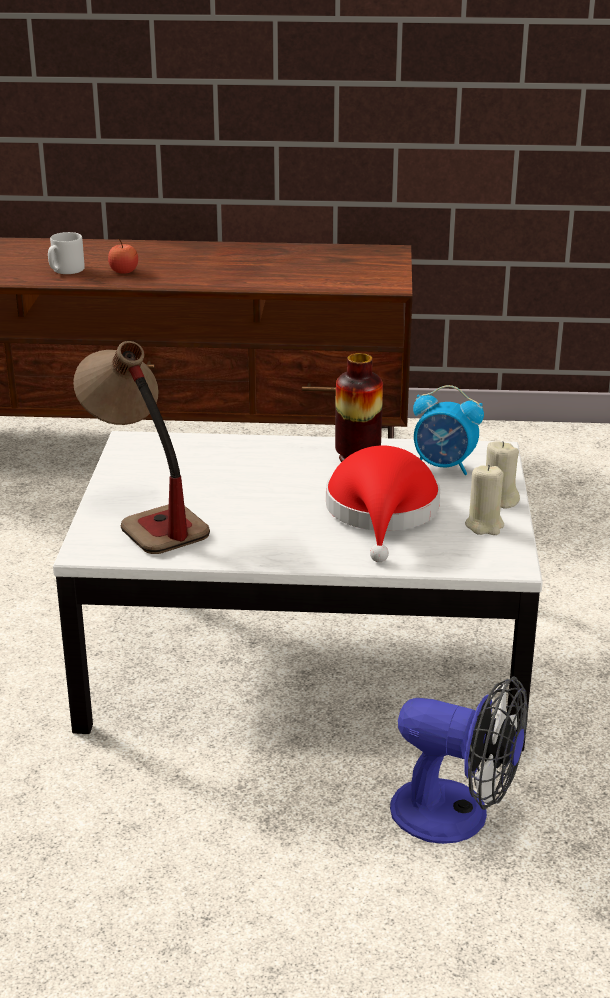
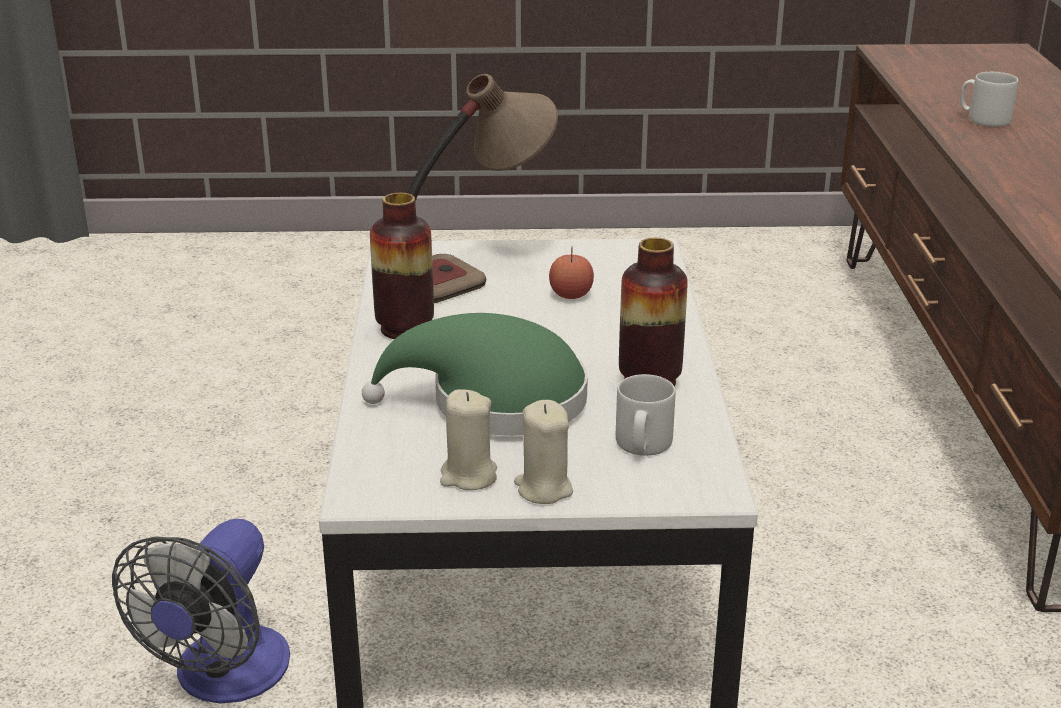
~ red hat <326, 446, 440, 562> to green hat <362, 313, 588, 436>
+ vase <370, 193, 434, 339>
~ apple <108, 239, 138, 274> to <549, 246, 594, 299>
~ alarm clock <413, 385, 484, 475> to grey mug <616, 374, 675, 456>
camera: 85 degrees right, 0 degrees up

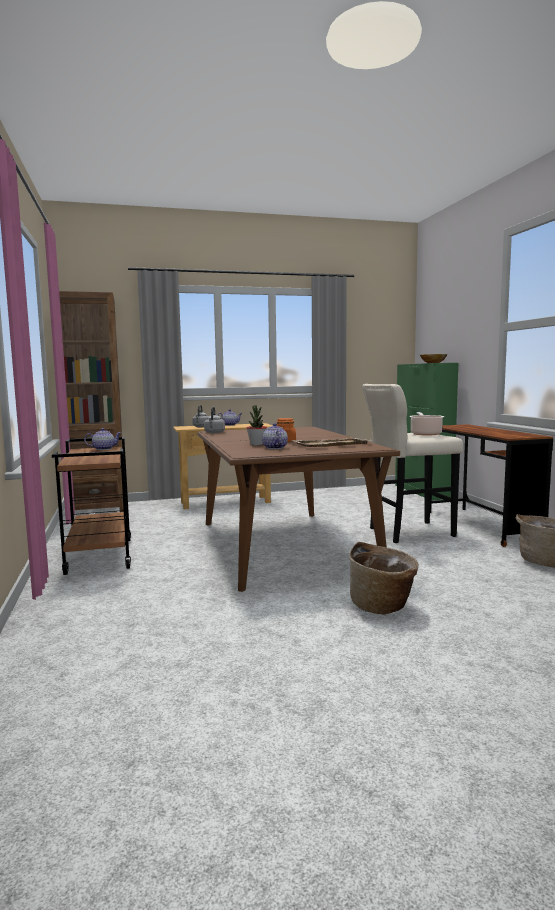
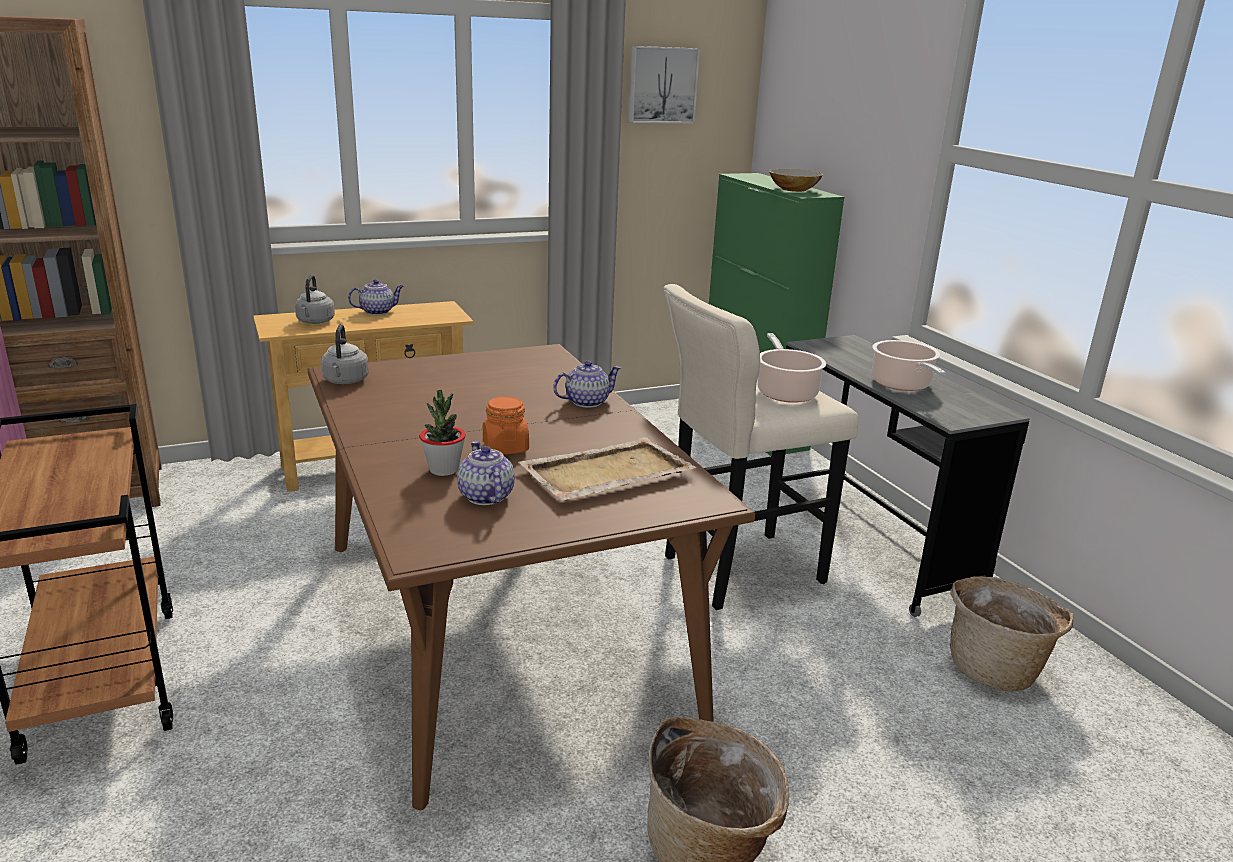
~ teapot <84, 428, 121, 450> to <553, 361, 622, 408>
+ picture <628, 46, 700, 123>
~ brown desk <430, 424, 553, 547> to grey desk <782, 335, 1030, 617>
+ cooking pot <871, 340, 946, 391>
camera: 10 degrees left, 15 degrees up

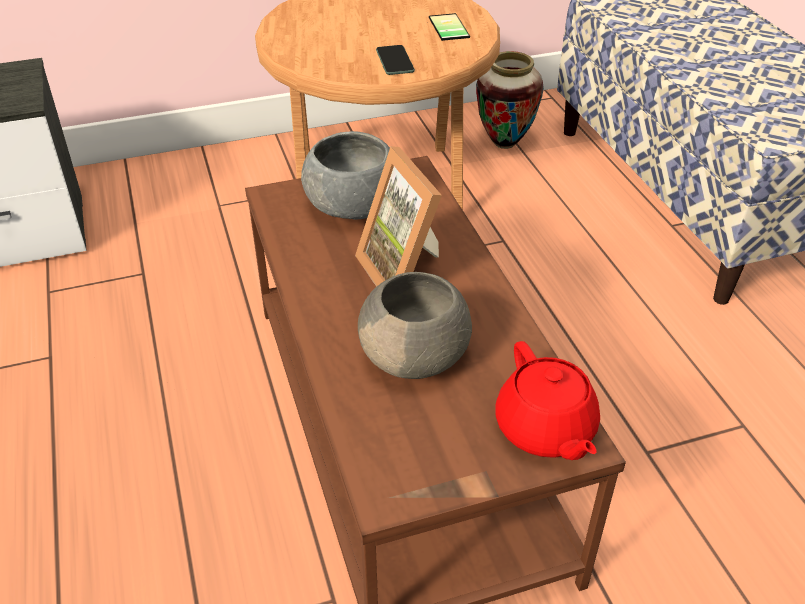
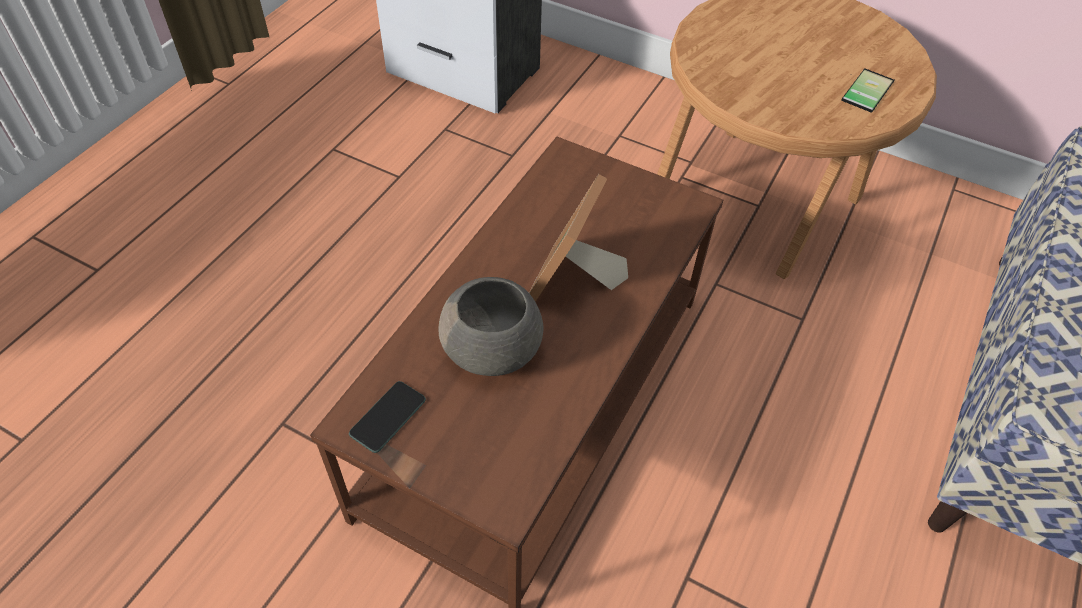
~ phone <376, 45, 415, 75> to <349, 381, 426, 453>
- grey bowl <301, 131, 390, 220>
- vase <476, 51, 544, 149>
- red teapot <496, 341, 600, 460>
camera: 45 degrees right, 10 degrees up

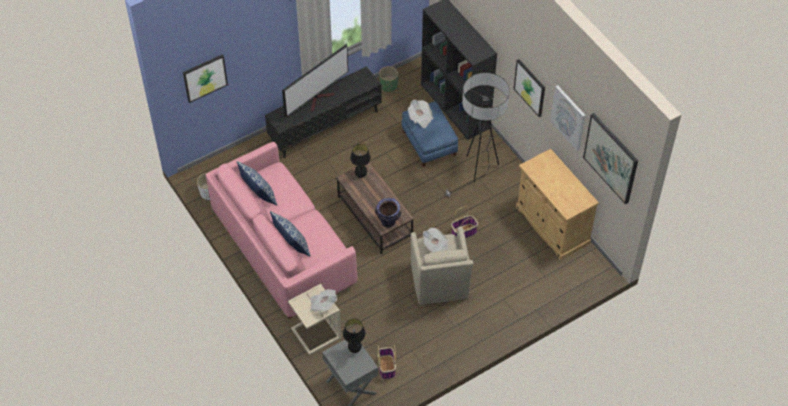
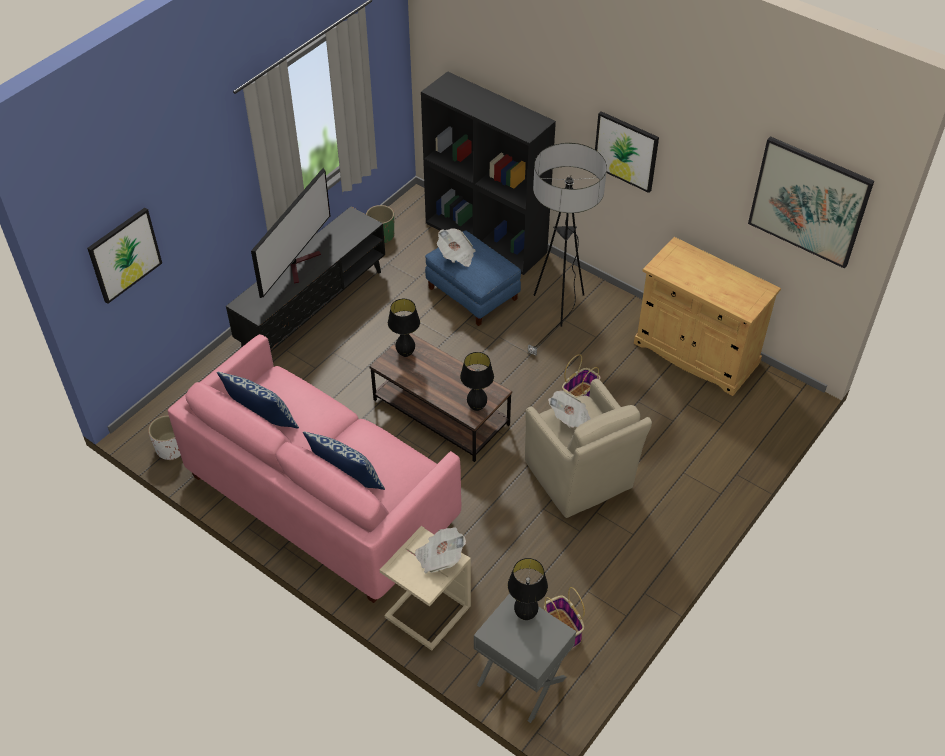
~ vase <375, 198, 402, 228> to black table lamp <460, 352, 494, 411>
- picture <550, 85, 585, 151>
camera: 20 degrees left, 5 degrees down

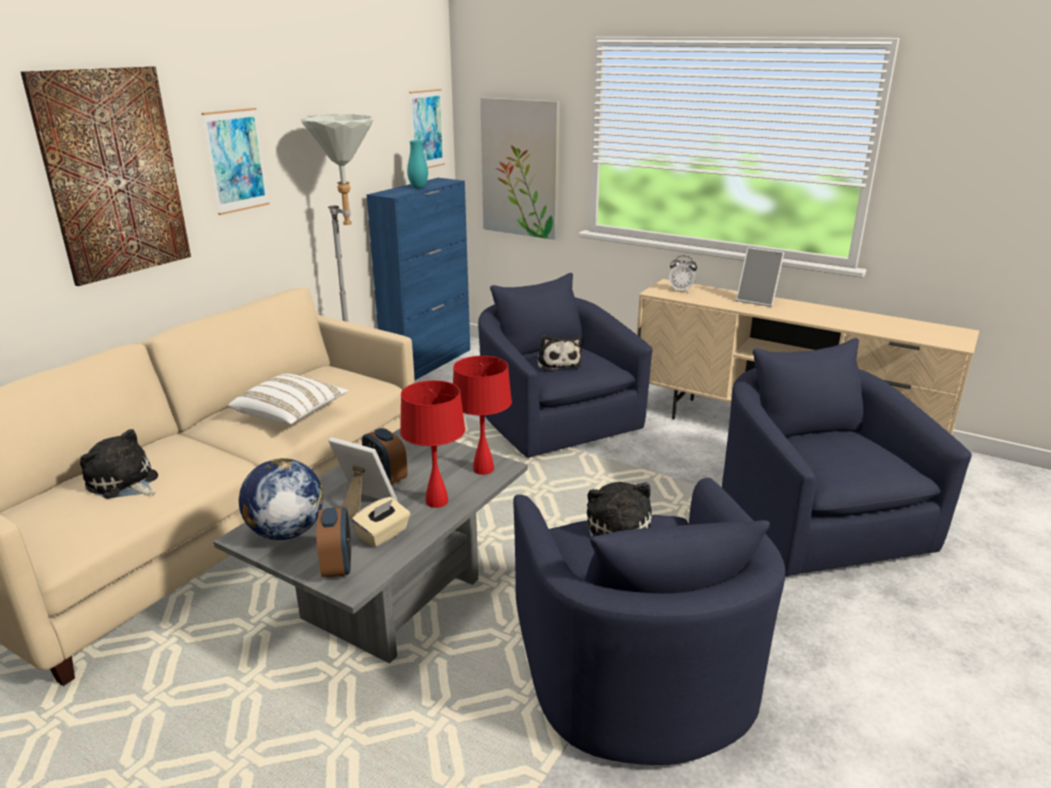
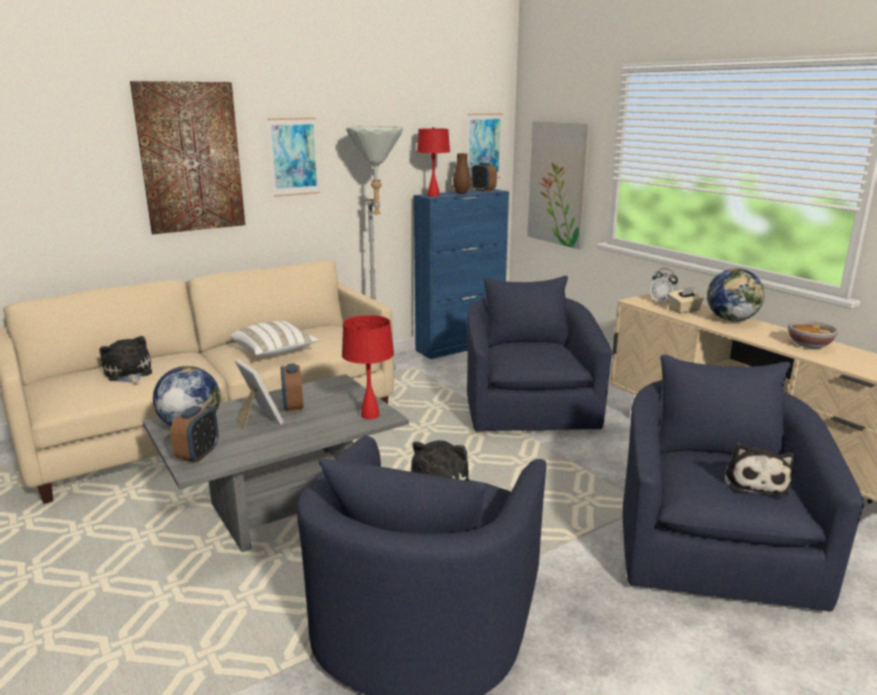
~ red table lamp <400, 380, 465, 508> to <417, 127, 450, 197>
~ turquoise vase <407, 140, 428, 188> to brown vase <453, 153, 471, 194>
+ alarm clock <471, 162, 497, 192>
~ beige tissue box <352, 497, 410, 548> to <667, 287, 704, 313>
~ picture frame <736, 247, 784, 307> to globe <707, 268, 765, 322>
~ plush toy <537, 335, 582, 371> to <724, 443, 795, 497>
+ bowl <788, 320, 838, 348>
camera: 25 degrees right, 5 degrees down

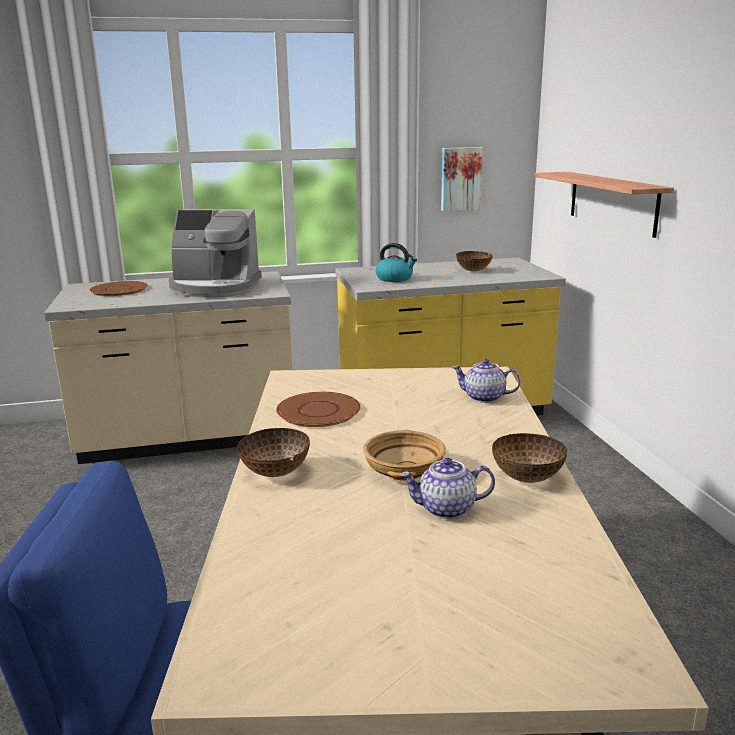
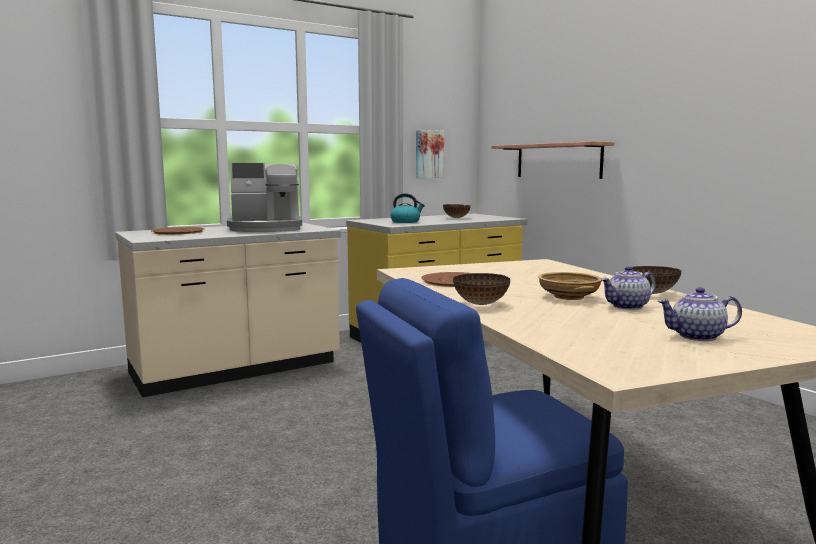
~ teapot <452, 359, 520, 403> to <658, 287, 742, 341>
camera: 20 degrees left, 10 degrees down

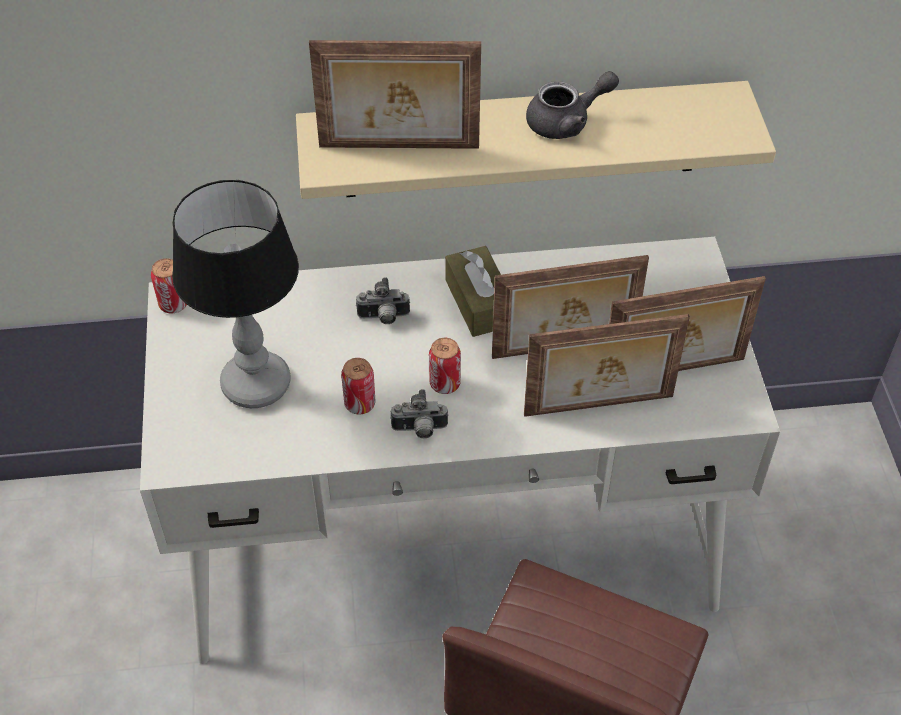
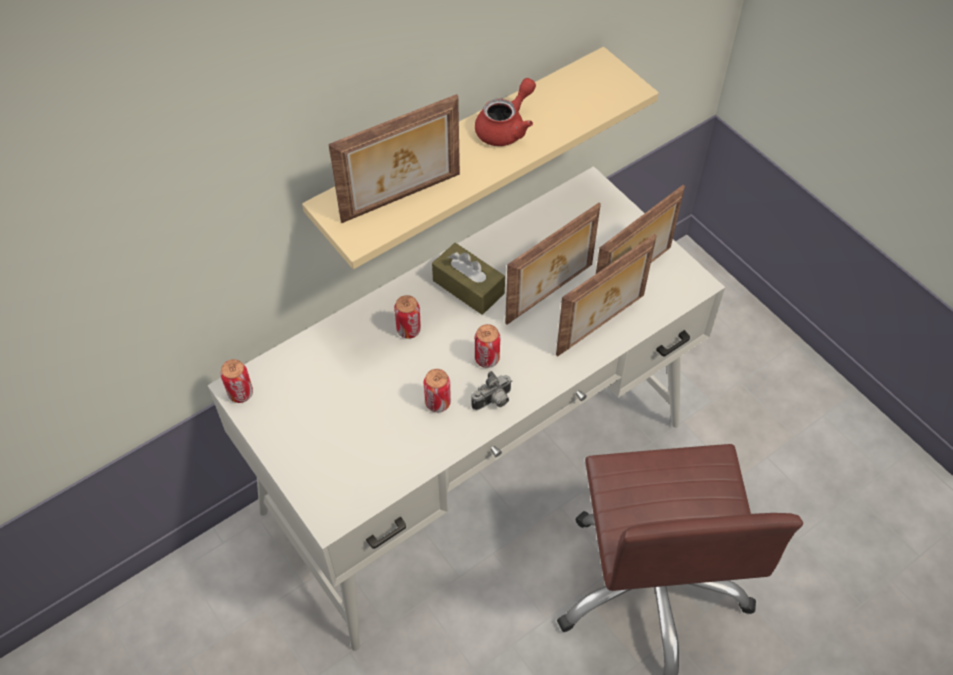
~ photo camera <356, 277, 410, 324> to can <394, 295, 421, 339>
~ grey teapot <526, 71, 619, 139> to red teapot <475, 78, 536, 146>
- table lamp <172, 180, 299, 408>
camera: 30 degrees left, 5 degrees up

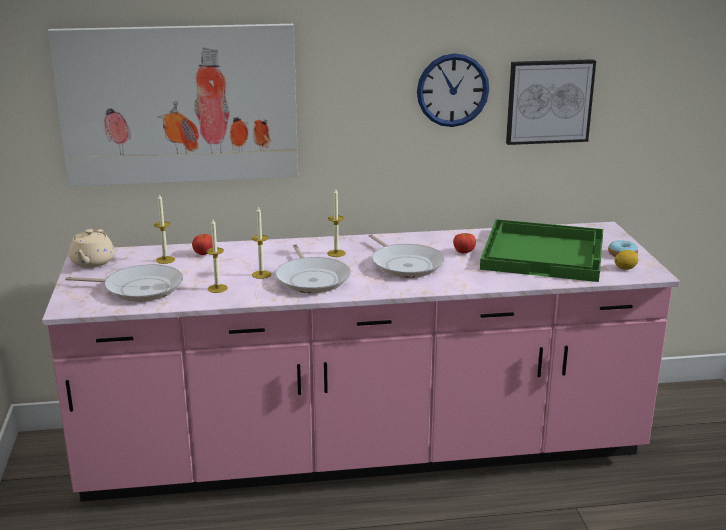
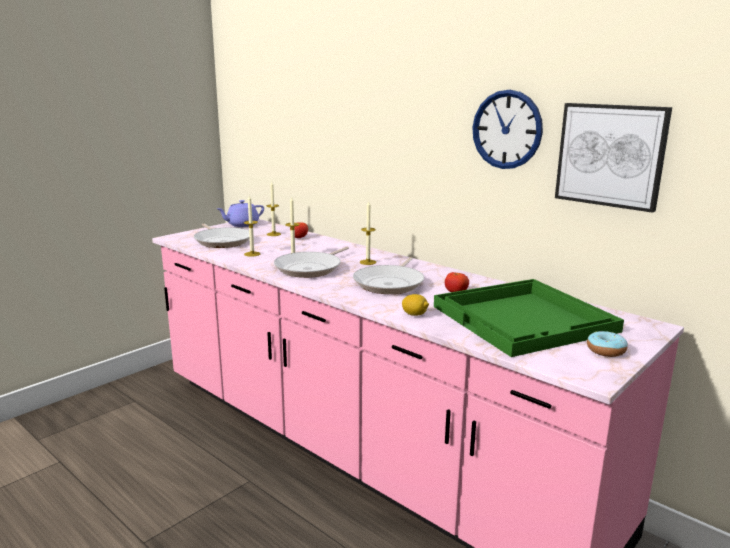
~ beige teapot <69, 229, 115, 268> to purple teapot <217, 200, 264, 227>
~ lemon <614, 250, 638, 270> to <402, 294, 429, 316>
- picture <47, 24, 298, 187>
camera: 50 degrees right, 5 degrees down

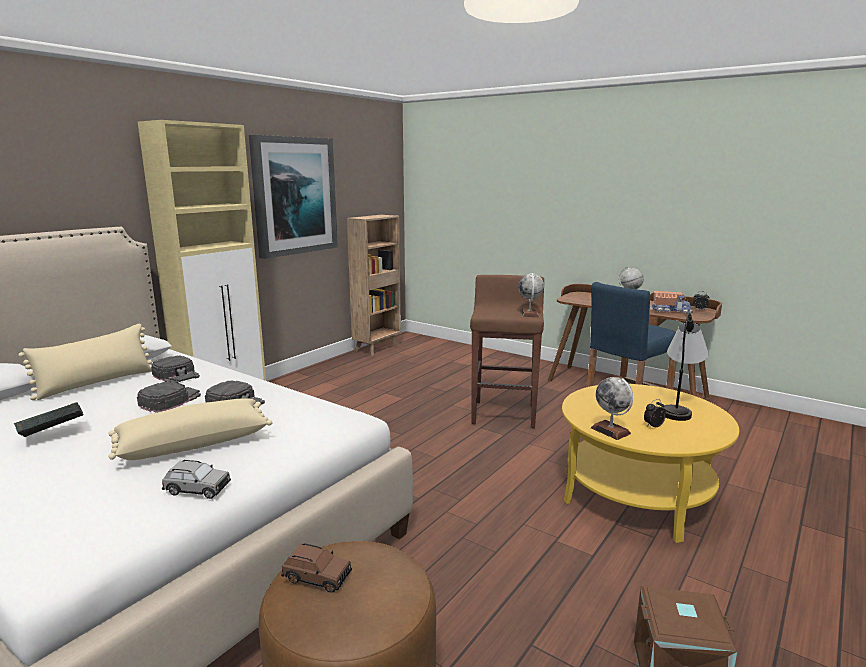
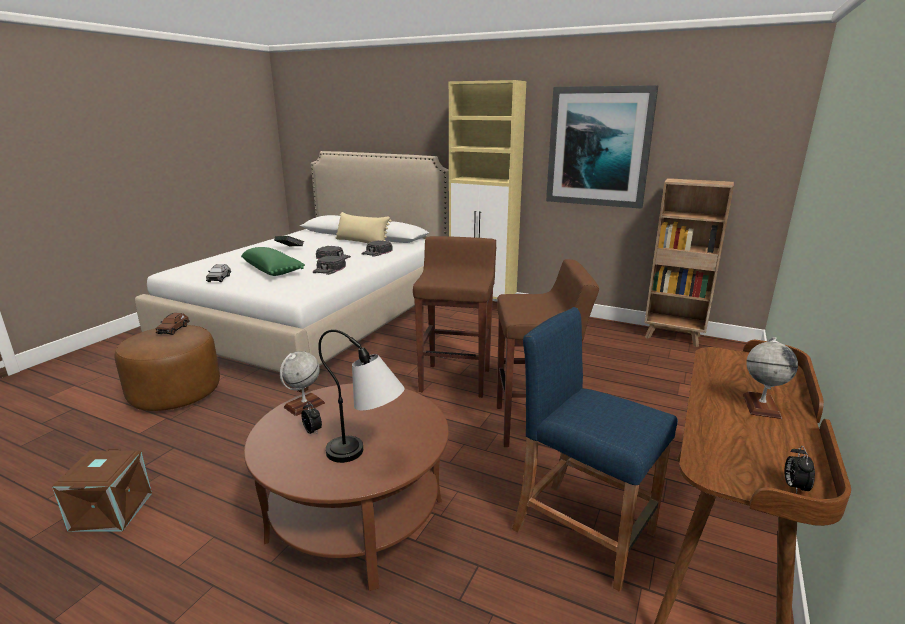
~ beige pillow <108, 398, 272, 460> to green pillow <241, 247, 305, 276>
~ yellow coffee table <562, 384, 739, 543> to brown coffee table <244, 383, 449, 591>
+ brown stool <413, 236, 496, 398>
- globe <518, 273, 544, 317>
- toy truck <650, 291, 693, 314>
camera: 80 degrees right, 5 degrees up

